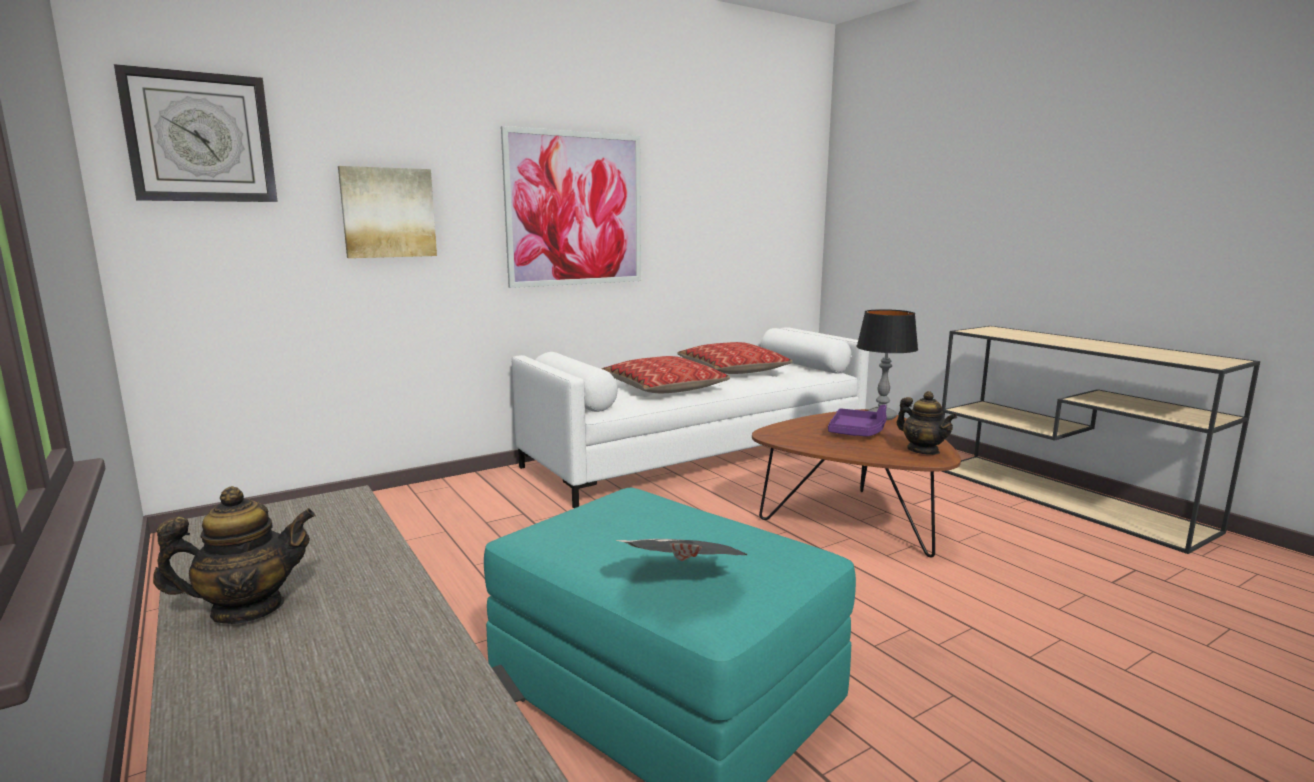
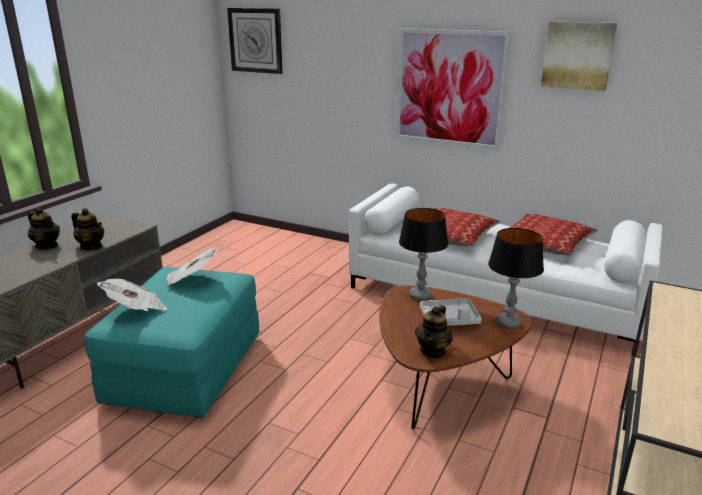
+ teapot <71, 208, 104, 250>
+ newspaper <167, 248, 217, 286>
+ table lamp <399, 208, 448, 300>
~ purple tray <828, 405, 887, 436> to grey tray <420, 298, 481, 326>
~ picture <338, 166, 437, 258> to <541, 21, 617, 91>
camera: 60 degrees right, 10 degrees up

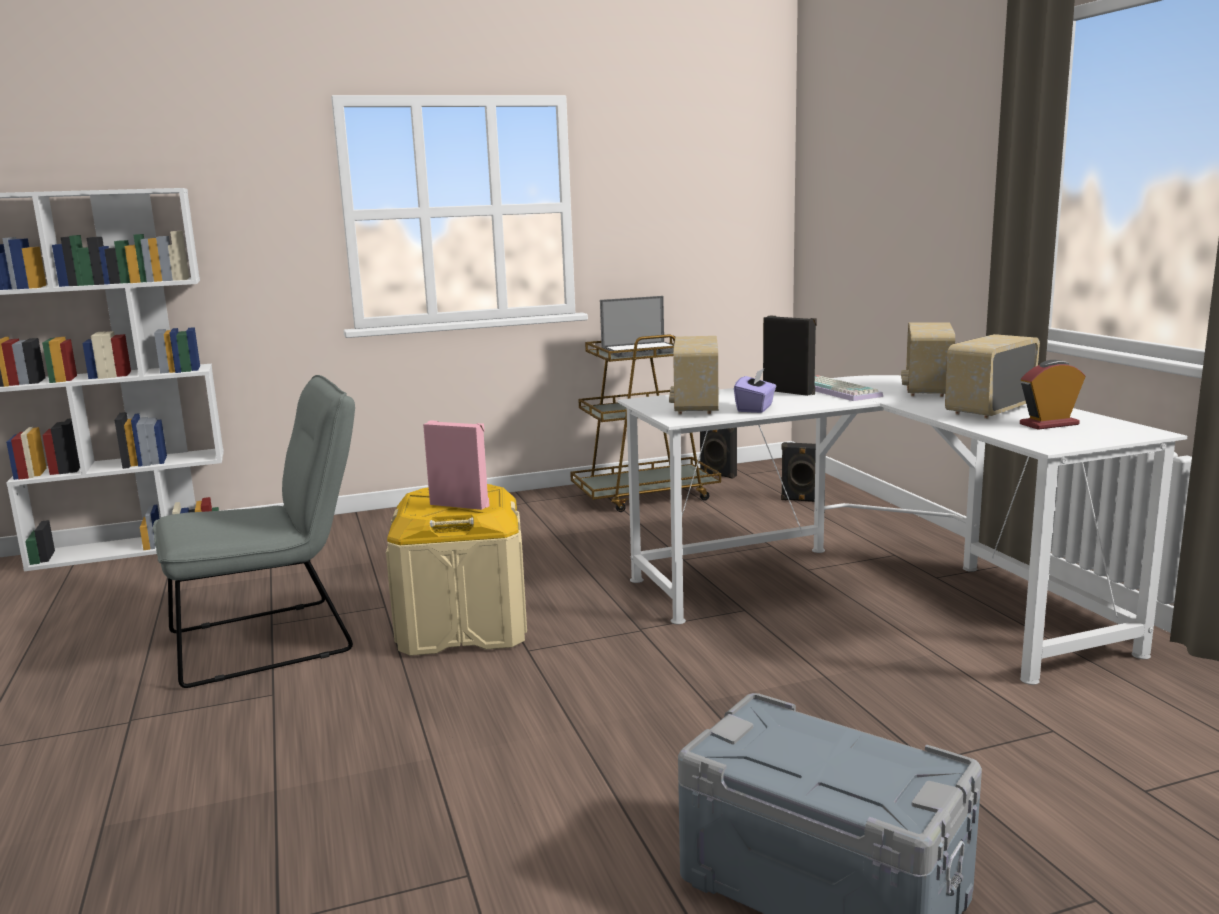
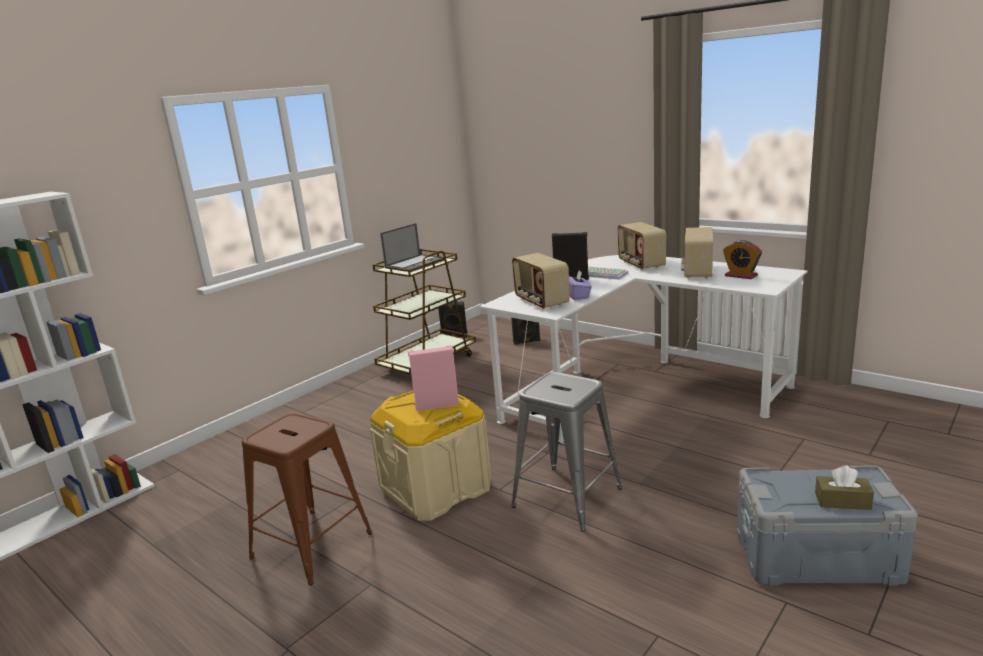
~ grey chair <153, 375, 355, 688> to brown stool <242, 413, 372, 585>
+ grey stool <512, 372, 622, 531>
~ alarm clock <1020, 360, 1085, 430> = <723, 240, 762, 279> 90 degrees counterclockwise
+ brown tissue box <815, 465, 874, 510>
camera: 30 degrees left, 5 degrees up

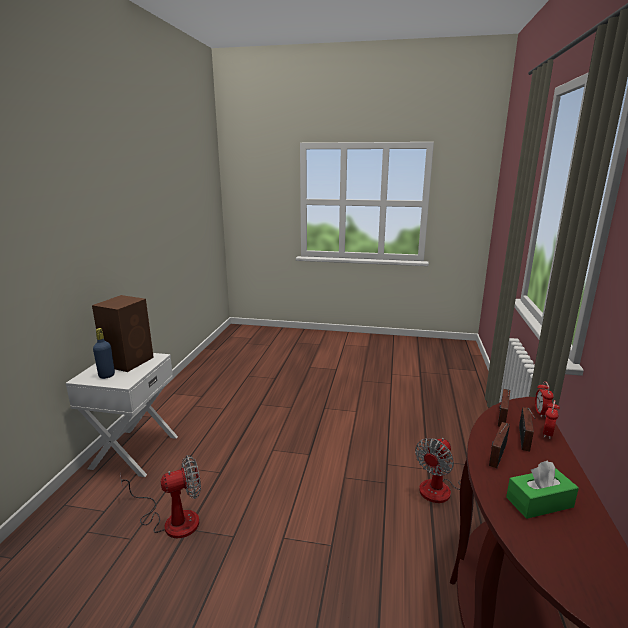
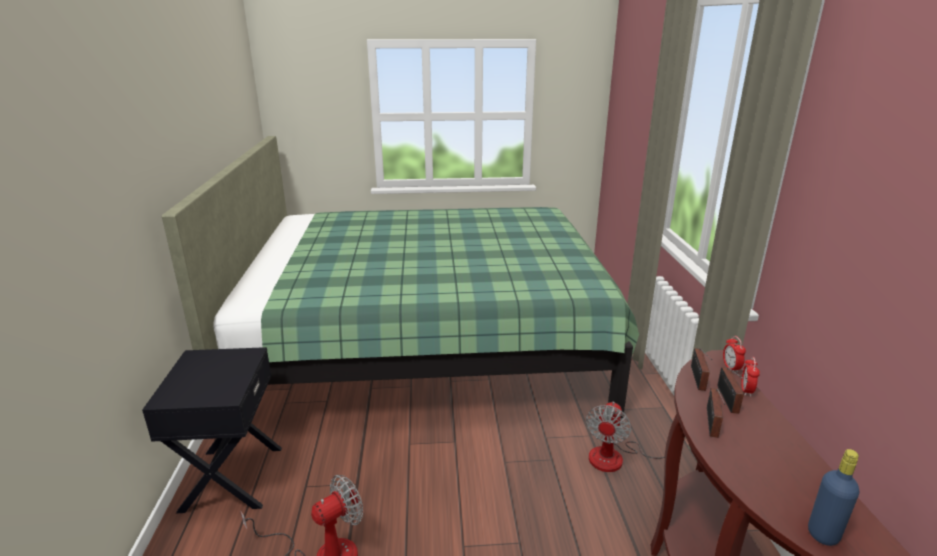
~ white nightstand <66, 353, 178, 477> to black nightstand <142, 347, 282, 513>
+ green bed <162, 136, 639, 418>
~ blue bottle <93, 328, 115, 379> to <808, 449, 859, 546>
- brown speaker <92, 295, 154, 372>
- green tissue box <506, 460, 579, 519>
camera: 15 degrees left, 5 degrees up

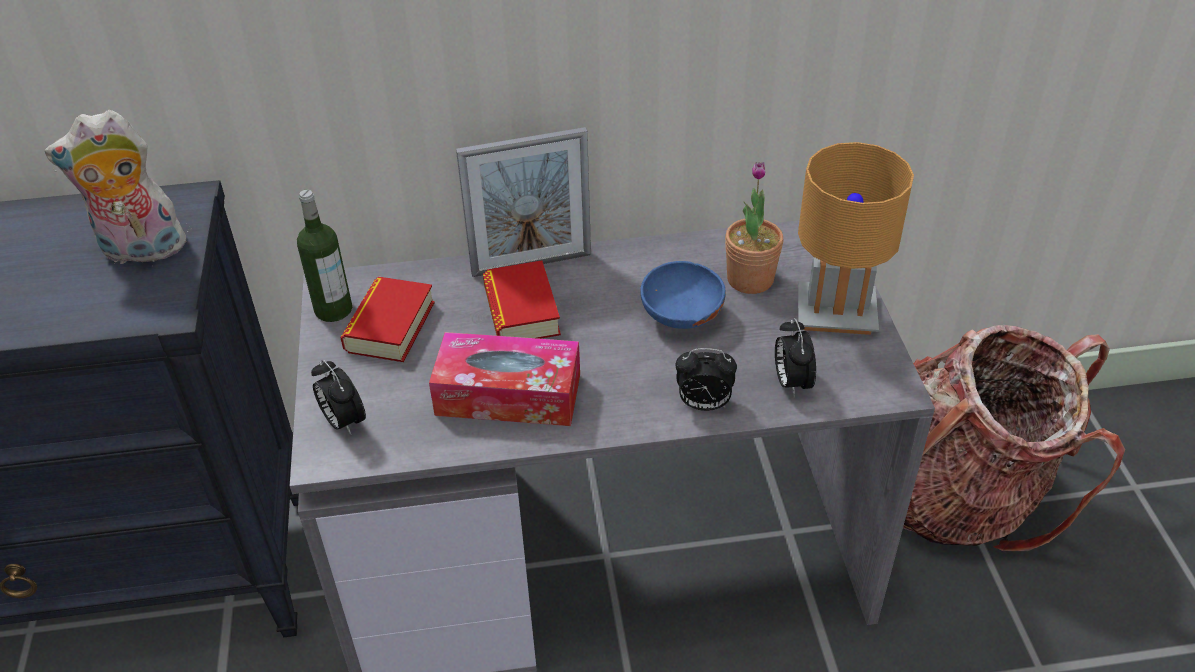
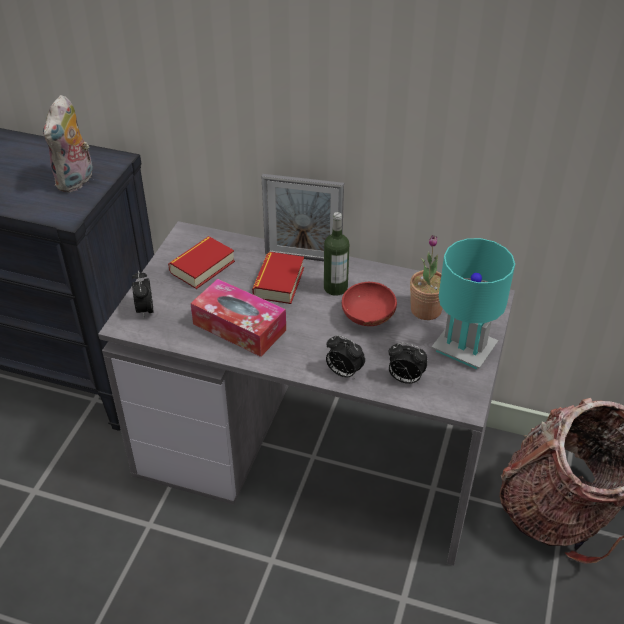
~ plush toy <44, 110, 188, 264> = <43, 95, 93, 192> 90 degrees counterclockwise
~ bottle <297, 189, 352, 322> to <324, 212, 349, 296>
~ blue bowl <640, 261, 726, 329> to red bowl <342, 282, 397, 326>
~ alarm clock <775, 318, 816, 397> = <388, 343, 428, 384> 90 degrees counterclockwise
~ brown table lamp <798, 142, 914, 335> to turquoise table lamp <431, 238, 515, 369>
camera: 25 degrees right, 0 degrees up

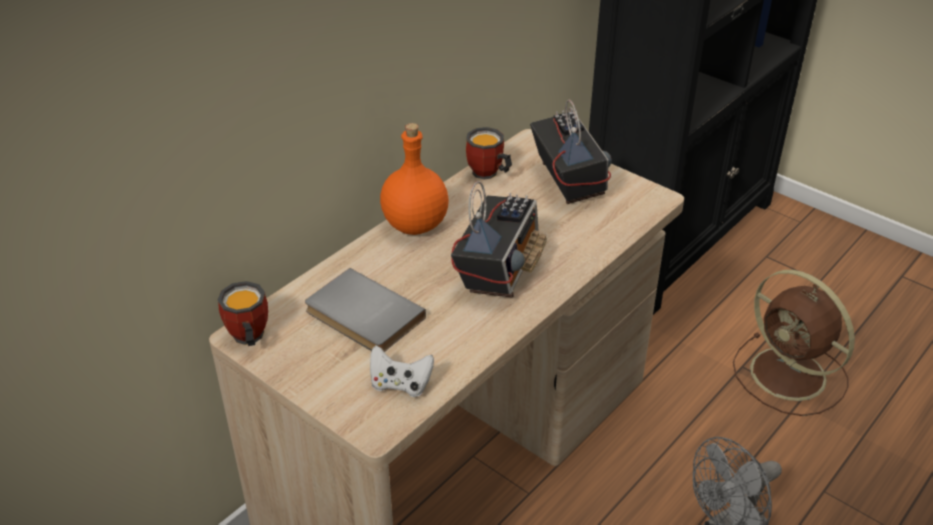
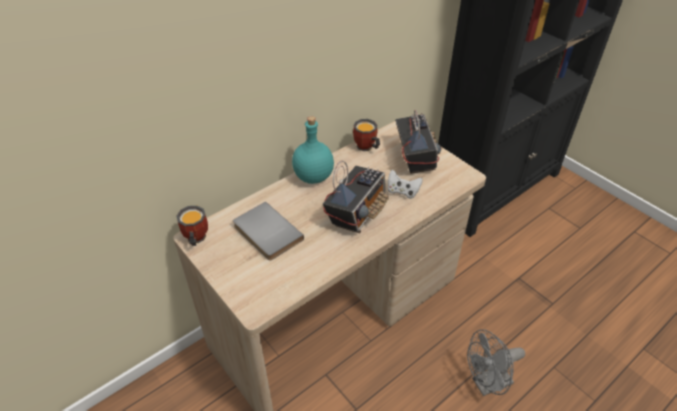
~ orange bottle <380, 123, 449, 235> to turquoise bottle <292, 116, 334, 184>
~ white game controller <370, 345, 434, 397> to <388, 170, 423, 199>
- brown fan <733, 270, 855, 416>
camera: 10 degrees right, 5 degrees up

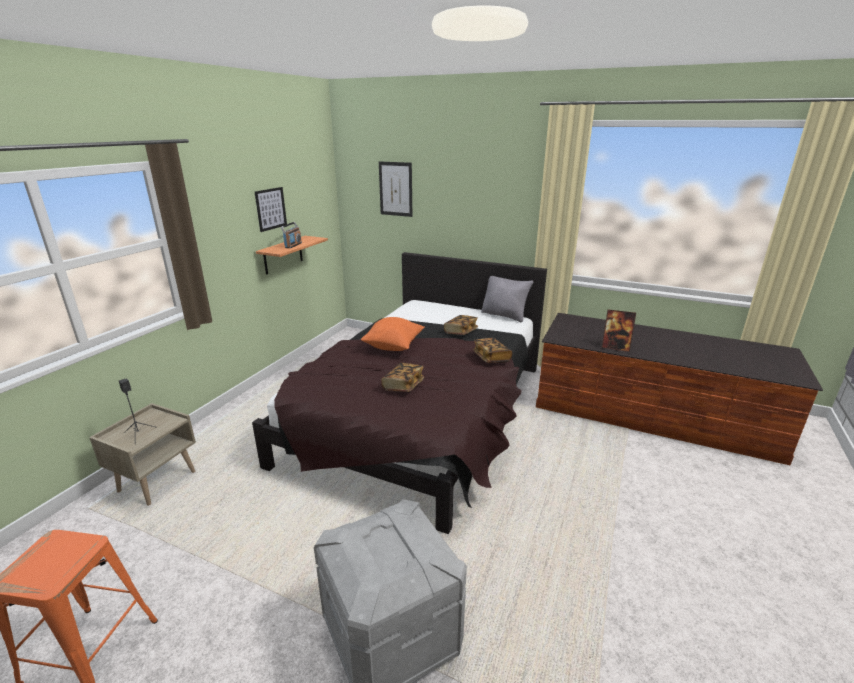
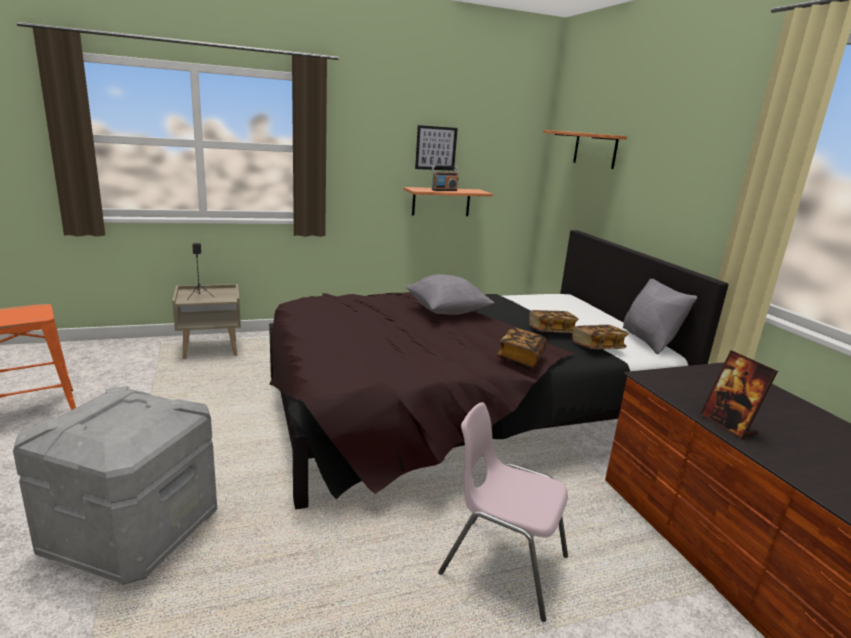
~ orange pillow <361, 317, 424, 351> to grey pillow <406, 274, 494, 315>
+ pink chair <438, 402, 568, 622>
~ picture <379, 161, 412, 217> to shelf <543, 130, 627, 169>
~ book <381, 363, 424, 392> to <572, 325, 629, 349>
camera: 45 degrees right, 5 degrees down

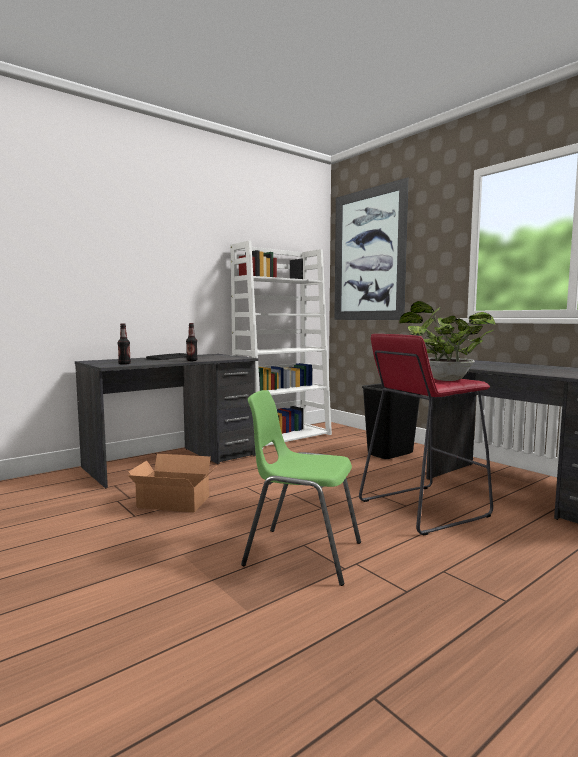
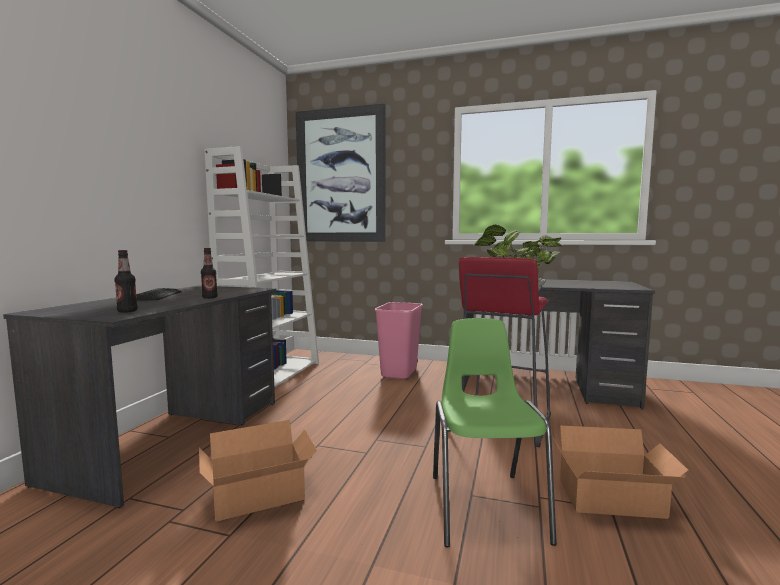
~ black trash can <362, 383, 420, 459> to pink trash can <375, 302, 423, 379>
~ green chair <241, 390, 361, 586> = <433, 318, 557, 547> 105 degrees clockwise
+ cardboard box <553, 426, 688, 519>
camera: 35 degrees left, 0 degrees up

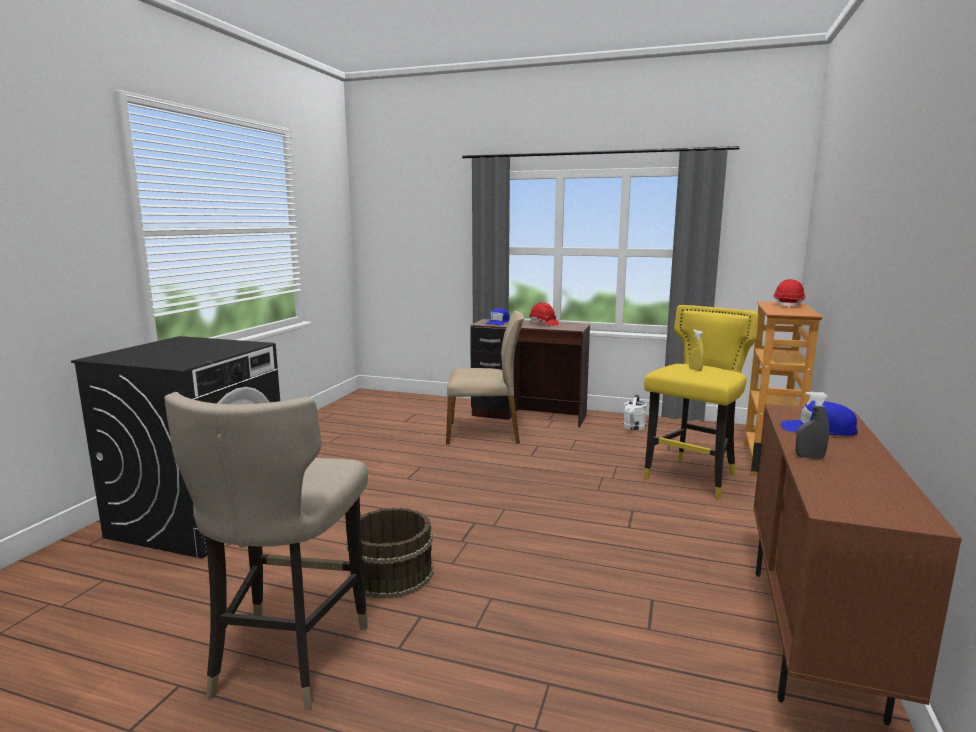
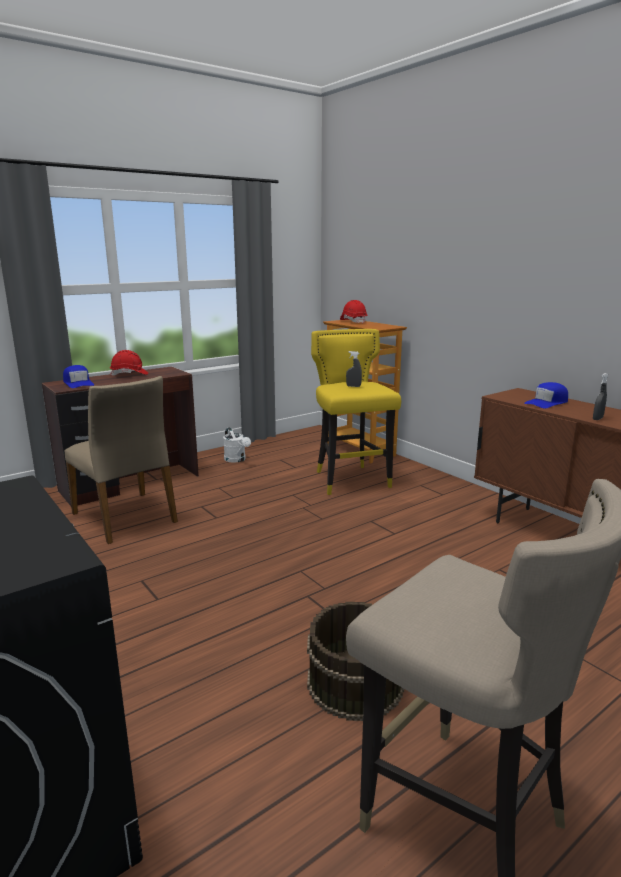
~ beige chair <446, 311, 524, 445> = <65, 376, 178, 544> 105 degrees clockwise
~ yellow spray bottle <689, 330, 704, 371> to grey spray bottle <346, 351, 362, 387>
camera: 55 degrees left, 5 degrees up

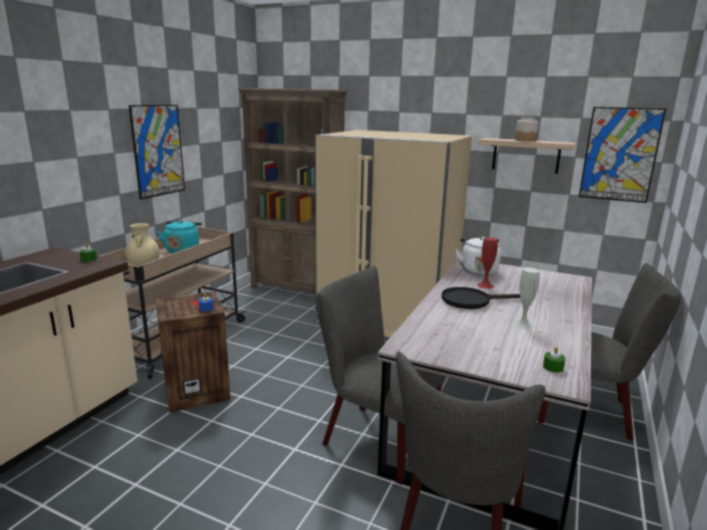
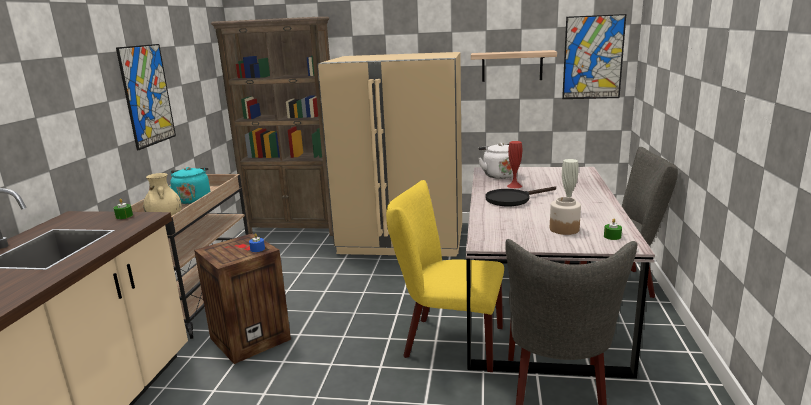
~ grey chair <316, 266, 445, 485> to yellow chair <386, 180, 504, 372>
~ jar <515, 117, 539, 142> to <550, 197, 581, 235>
camera: 15 degrees left, 0 degrees up

